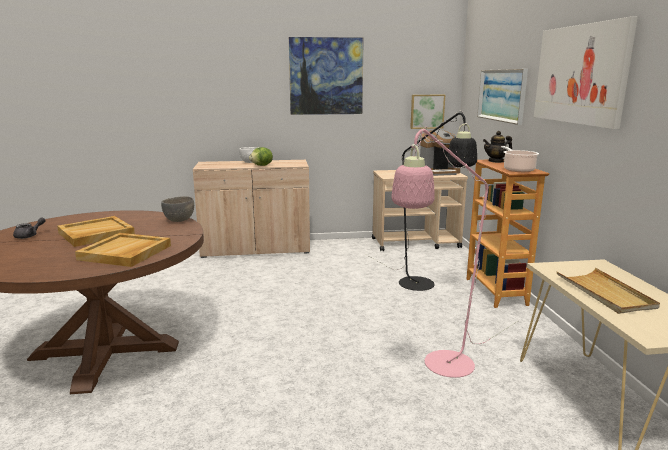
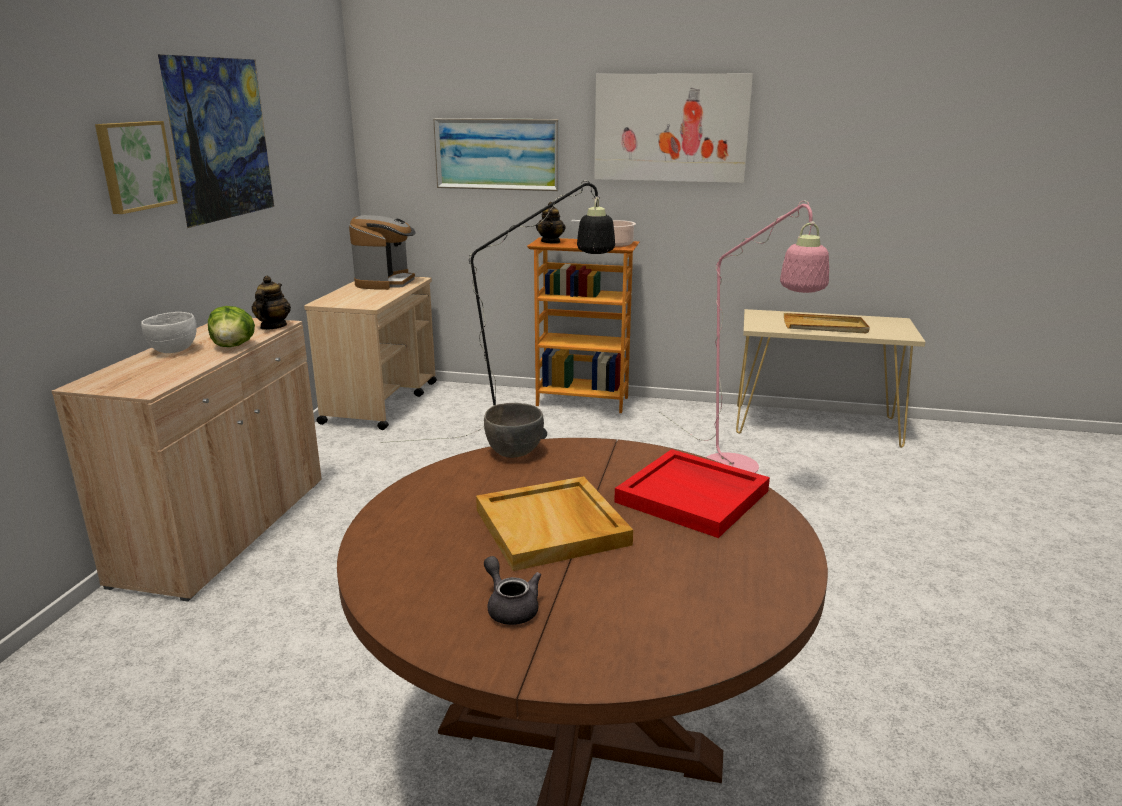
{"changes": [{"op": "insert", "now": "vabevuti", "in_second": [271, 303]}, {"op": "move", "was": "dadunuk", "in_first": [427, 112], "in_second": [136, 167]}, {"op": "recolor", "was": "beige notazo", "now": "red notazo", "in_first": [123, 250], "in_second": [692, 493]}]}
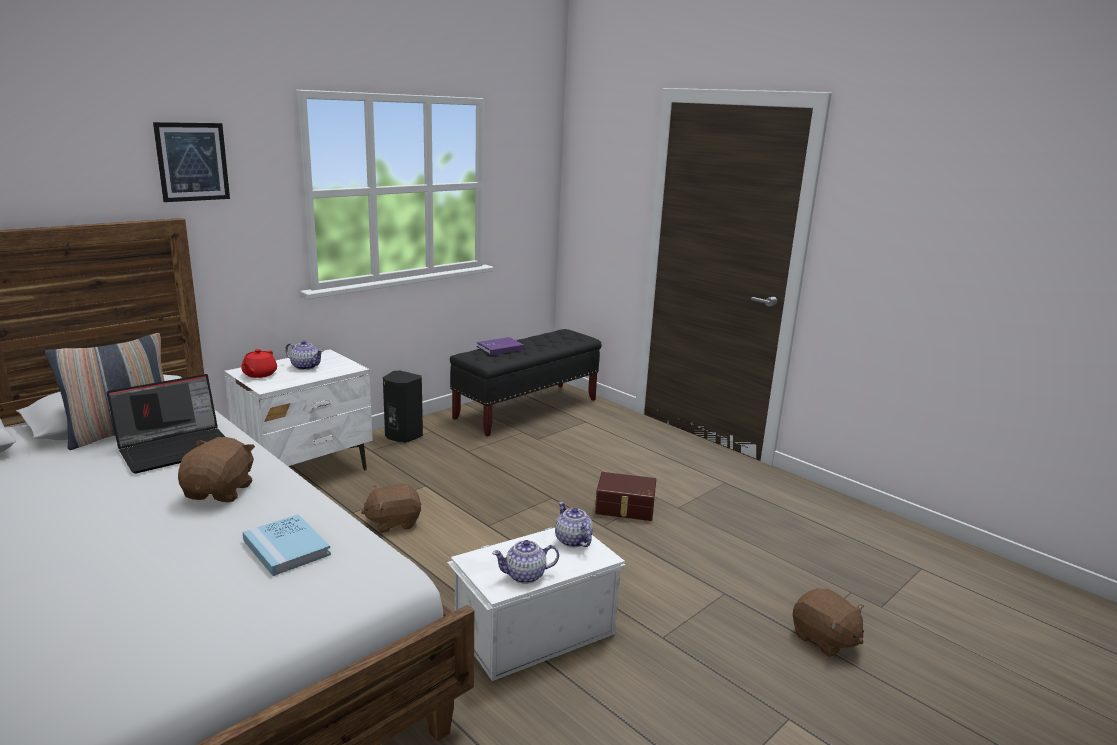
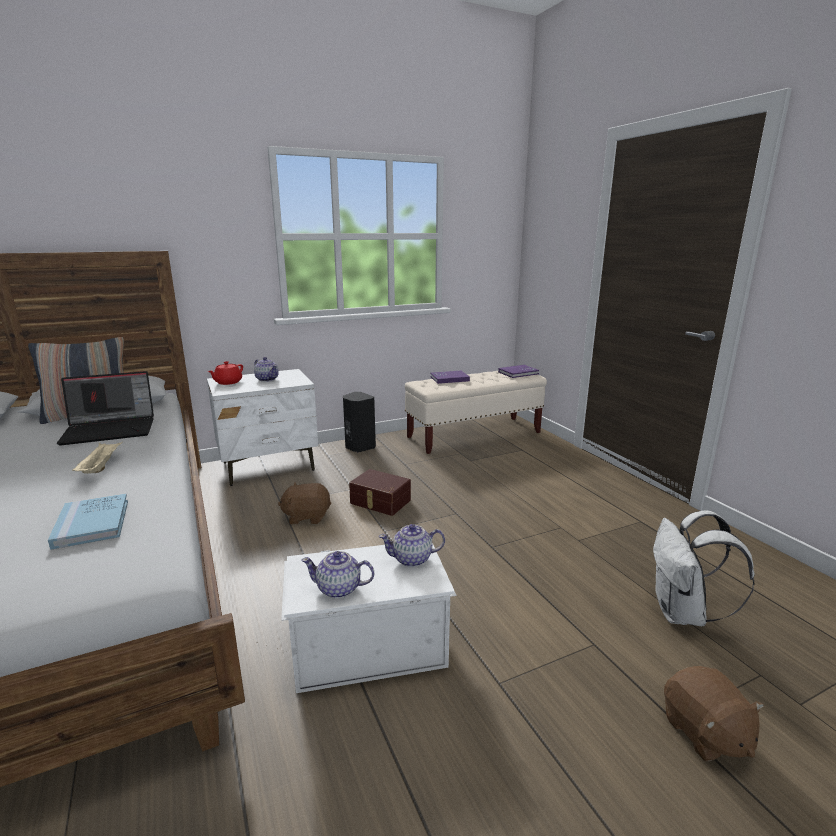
{"changes": [{"op": "delete", "was": "dadunuk", "in_first": [191, 162]}, {"op": "insert", "now": "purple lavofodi", "in_second": [518, 371]}, {"op": "insert", "now": "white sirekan", "in_second": [704, 568]}, {"op": "move", "was": "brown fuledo", "in_first": [625, 496], "in_second": [380, 492]}, {"op": "replace", "was": "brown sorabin", "now": "beige notazo", "in_first": [216, 469], "in_second": [97, 458]}, {"op": "recolor", "was": "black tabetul", "now": "beige tabetul", "in_first": [526, 383], "in_second": [476, 412]}, {"op": "rotate", "was": "vabevuti", "in_first": [574, 524], "in_second": [411, 545], "clockwise": -90}]}
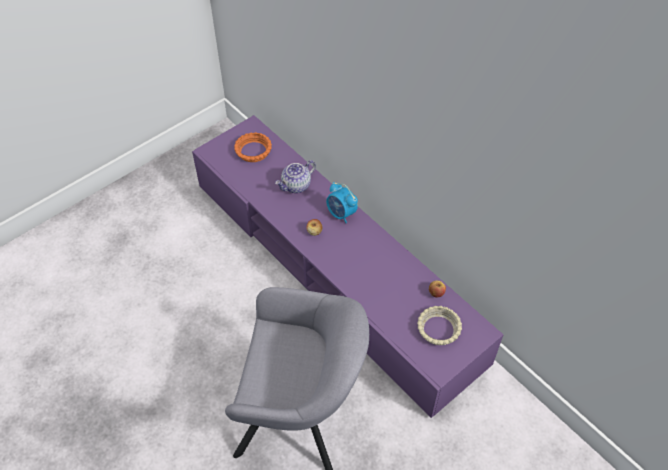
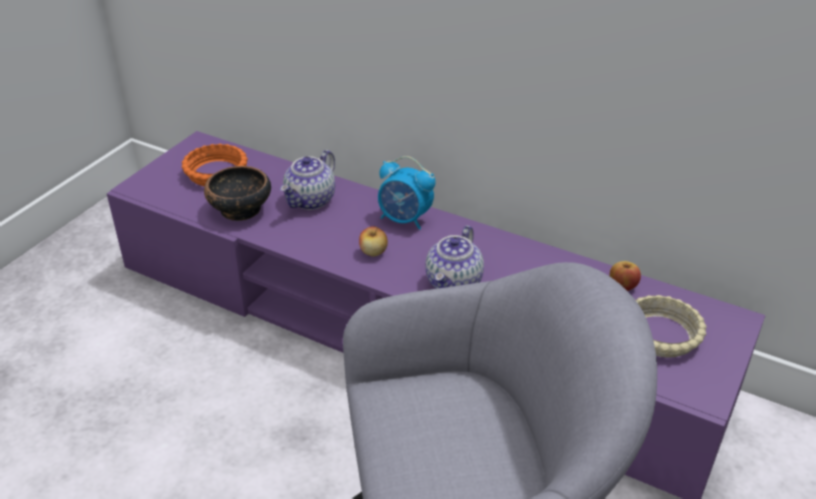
{"changes": [{"op": "insert", "now": "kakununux", "in_second": [237, 193]}, {"op": "insert", "now": "vabevuti", "in_second": [454, 257]}]}
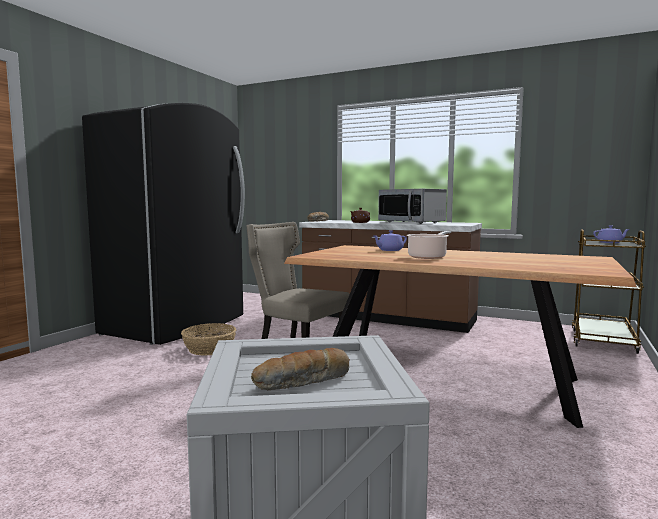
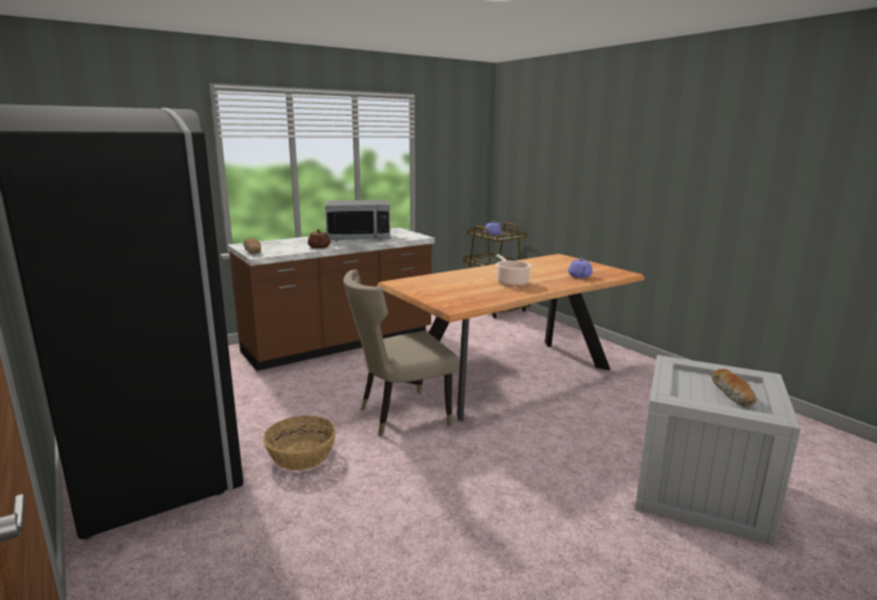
{"changes": [{"op": "move", "was": "purple vabevuti", "in_first": [389, 240], "in_second": [580, 268]}]}
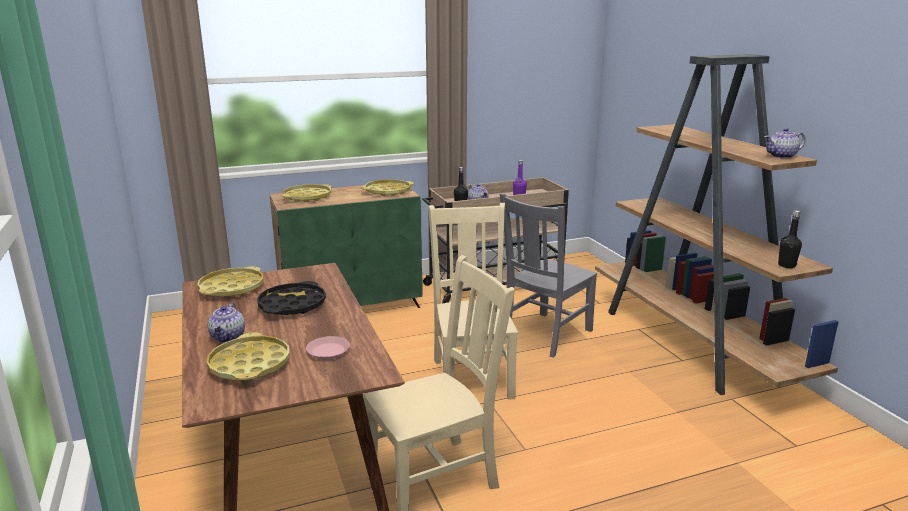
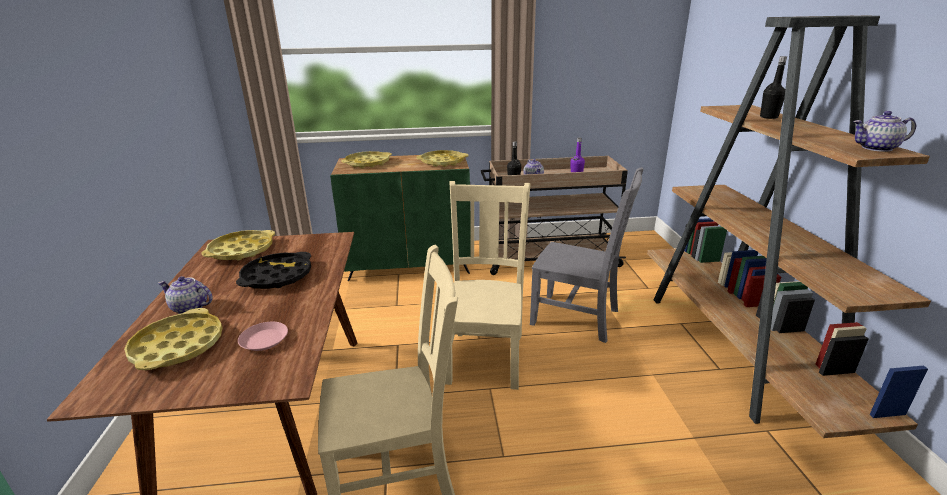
{"changes": [{"op": "move", "was": "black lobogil", "in_first": [790, 239], "in_second": [773, 87]}, {"op": "rotate", "was": "vabevuti", "in_first": [226, 322], "in_second": [185, 295], "clockwise": 90}, {"op": "rotate", "was": "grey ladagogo", "in_first": [548, 275], "in_second": [587, 255], "clockwise": -120}]}
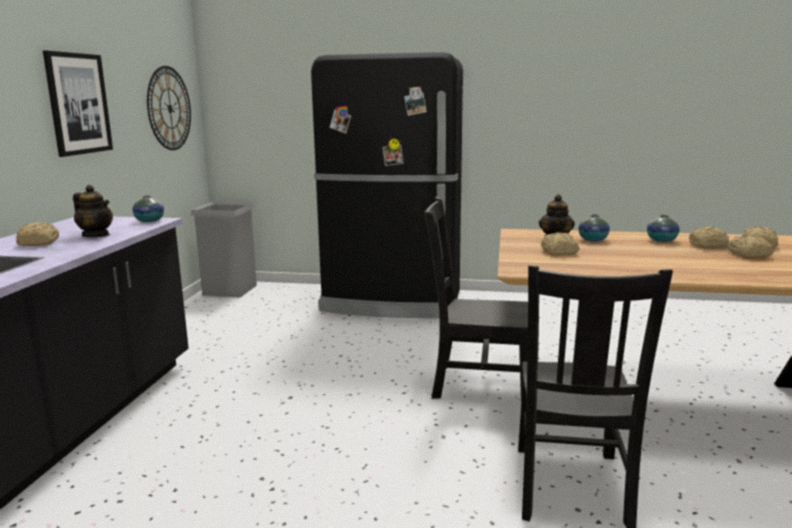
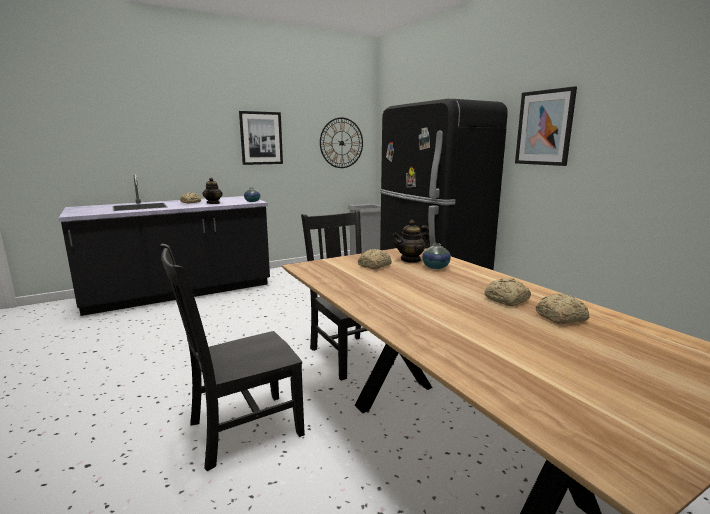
{"changes": [{"op": "delete", "was": "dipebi", "in_first": [663, 228]}, {"op": "delete", "was": "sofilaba", "in_first": [750, 246]}, {"op": "insert", "now": "dadunuk", "in_second": [546, 126]}]}
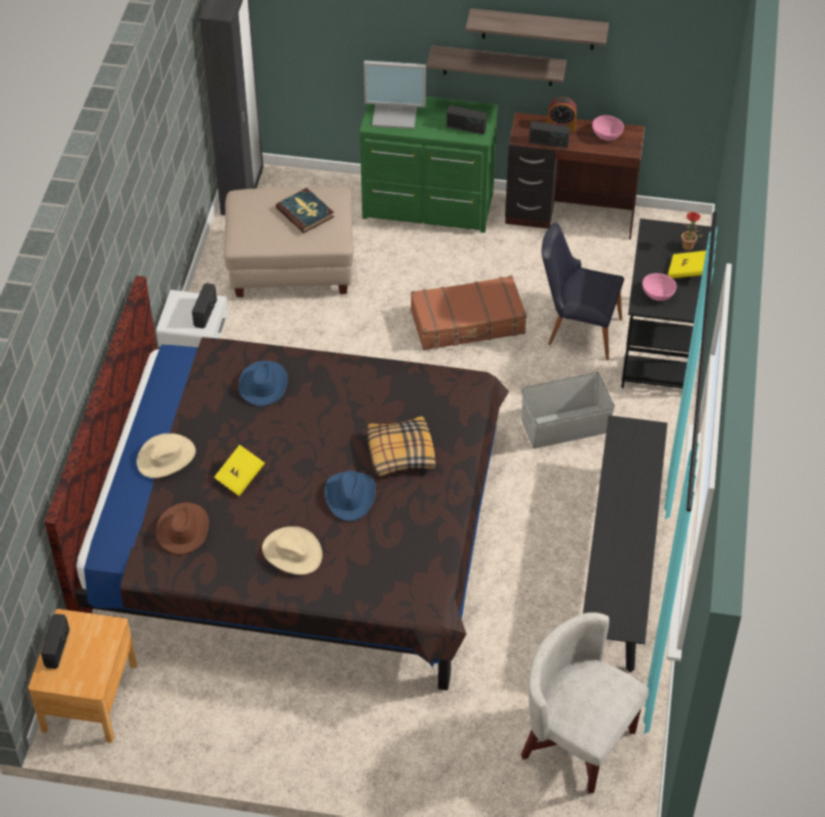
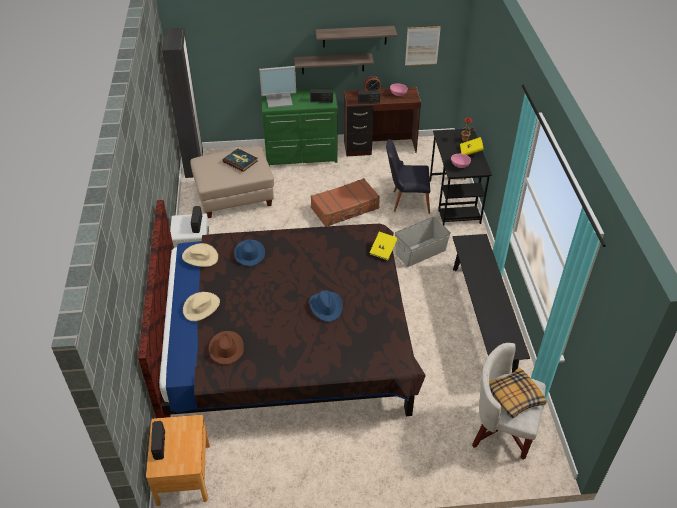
{"changes": [{"op": "insert", "now": "dadunuk", "in_second": [423, 46]}, {"op": "move", "was": "yellow lavofodi", "in_first": [239, 470], "in_second": [384, 246]}, {"op": "move", "was": "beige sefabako", "in_first": [292, 550], "in_second": [200, 255]}, {"op": "move", "was": "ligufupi", "in_first": [401, 446], "in_second": [518, 393]}]}
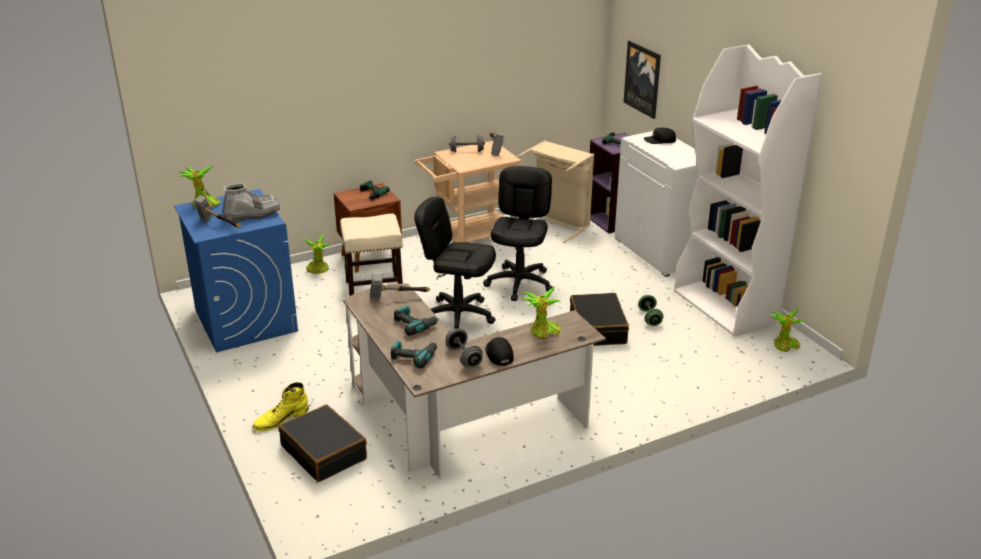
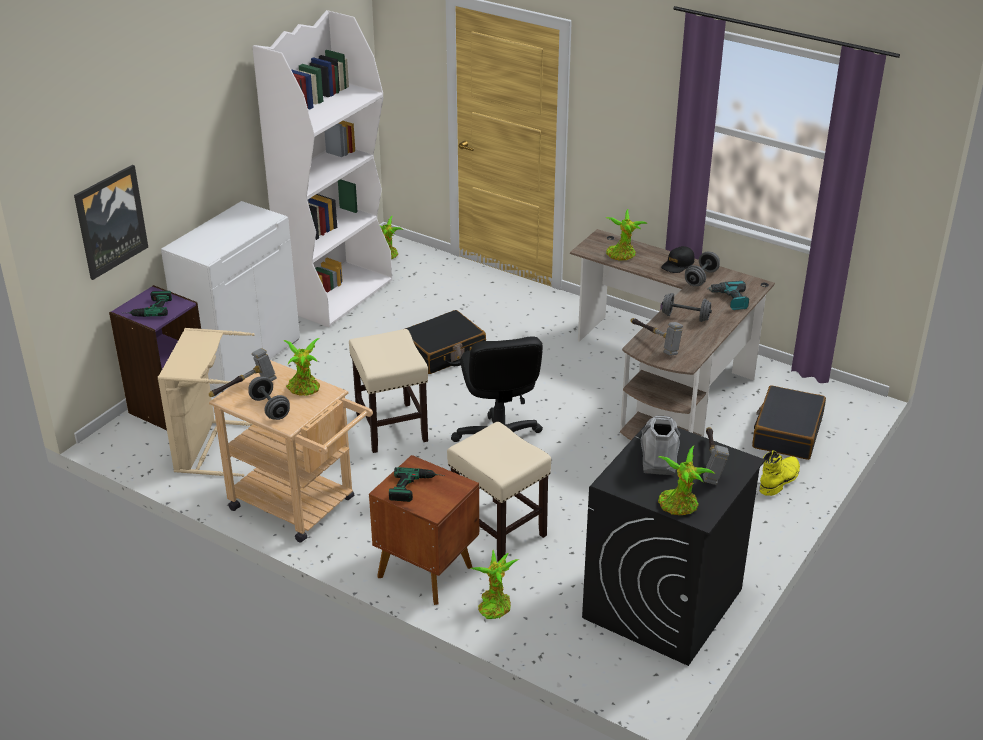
{"changes": [{"op": "delete", "was": "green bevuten", "in_first": [650, 310]}, {"op": "delete", "was": "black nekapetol", "in_first": [660, 136]}, {"op": "insert", "now": "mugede", "in_second": [301, 367]}, {"op": "replace", "was": "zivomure", "now": "grey bevuten", "in_first": [417, 321], "in_second": [687, 307]}, {"op": "replace", "was": "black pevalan", "now": "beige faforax", "in_first": [518, 233], "in_second": [388, 391]}, {"op": "recolor", "was": "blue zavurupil", "now": "black zavurupil", "in_first": [236, 271], "in_second": [673, 546]}, {"op": "rotate", "was": "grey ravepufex", "in_first": [251, 202], "in_second": [660, 445], "clockwise": 60}, {"op": "rotate", "was": "yellow ravepufex", "in_first": [280, 406], "in_second": [779, 473], "clockwise": -75}]}
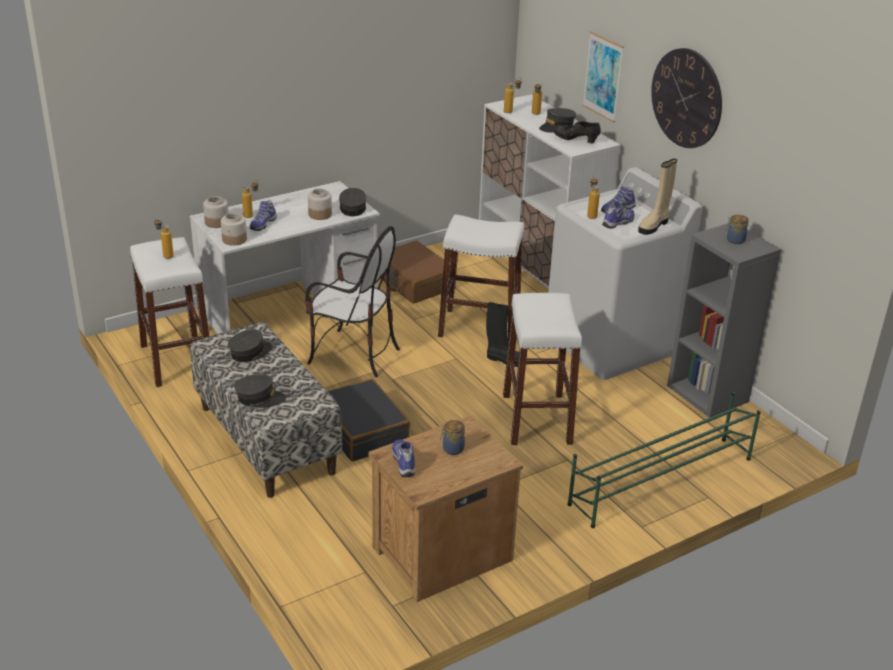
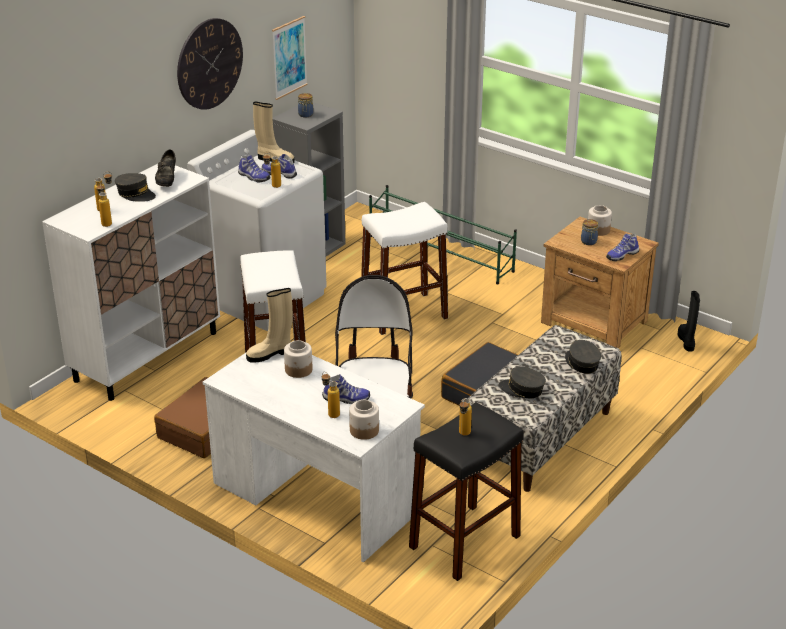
{"changes": [{"op": "move", "was": "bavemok", "in_first": [234, 229], "in_second": [600, 220]}, {"op": "move", "was": "black ravepufex", "in_first": [502, 334], "in_second": [689, 321]}, {"op": "move", "was": "dadunuk", "in_first": [603, 77], "in_second": [290, 58]}, {"op": "replace", "was": "grey nekapetol", "now": "beige ravepufex", "in_first": [352, 202], "in_second": [269, 325]}, {"op": "recolor", "was": "white faforax", "now": "black faforax", "in_first": [169, 312], "in_second": [466, 491]}]}
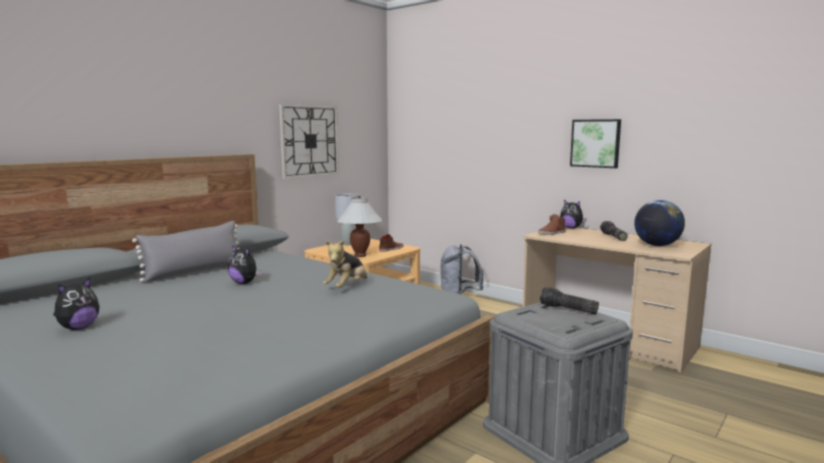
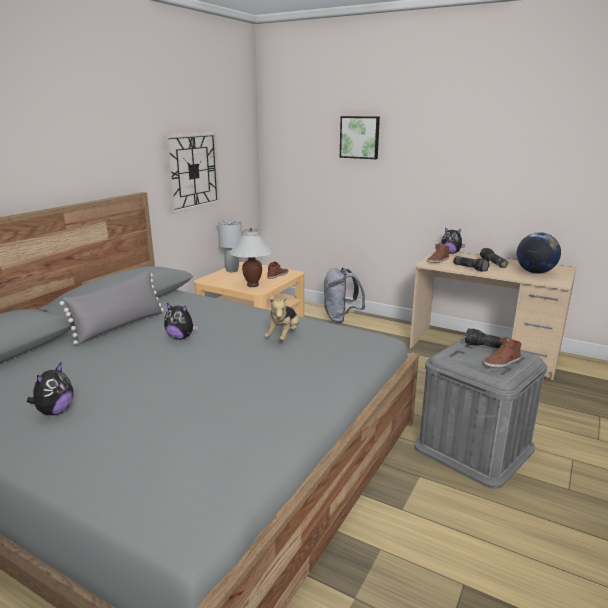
{"changes": [{"op": "insert", "now": "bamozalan", "in_second": [471, 264]}, {"op": "insert", "now": "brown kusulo", "in_second": [502, 352]}, {"op": "move", "was": "dadunuk", "in_first": [595, 143], "in_second": [360, 137]}]}
